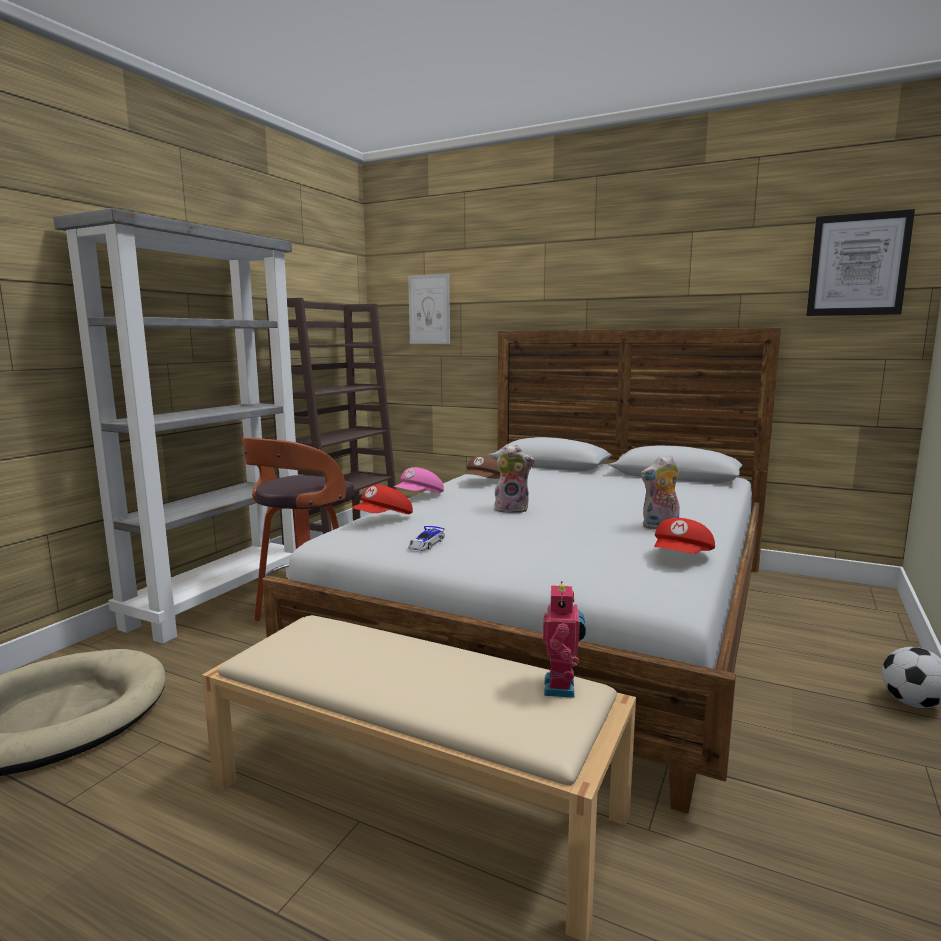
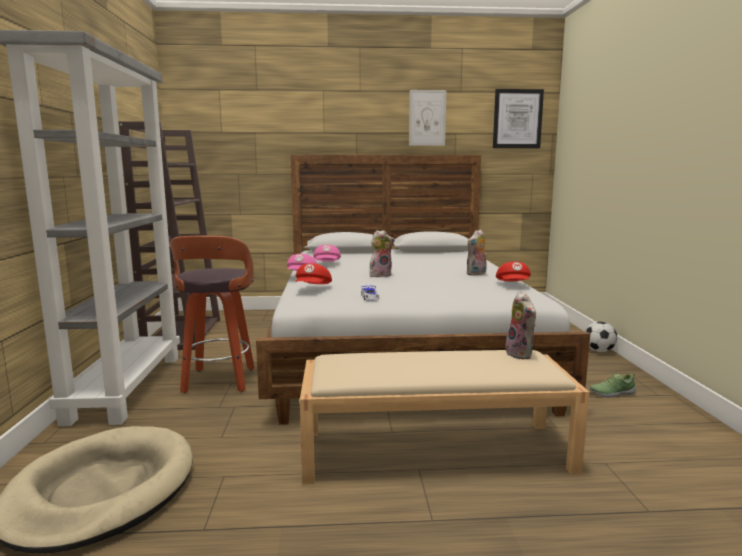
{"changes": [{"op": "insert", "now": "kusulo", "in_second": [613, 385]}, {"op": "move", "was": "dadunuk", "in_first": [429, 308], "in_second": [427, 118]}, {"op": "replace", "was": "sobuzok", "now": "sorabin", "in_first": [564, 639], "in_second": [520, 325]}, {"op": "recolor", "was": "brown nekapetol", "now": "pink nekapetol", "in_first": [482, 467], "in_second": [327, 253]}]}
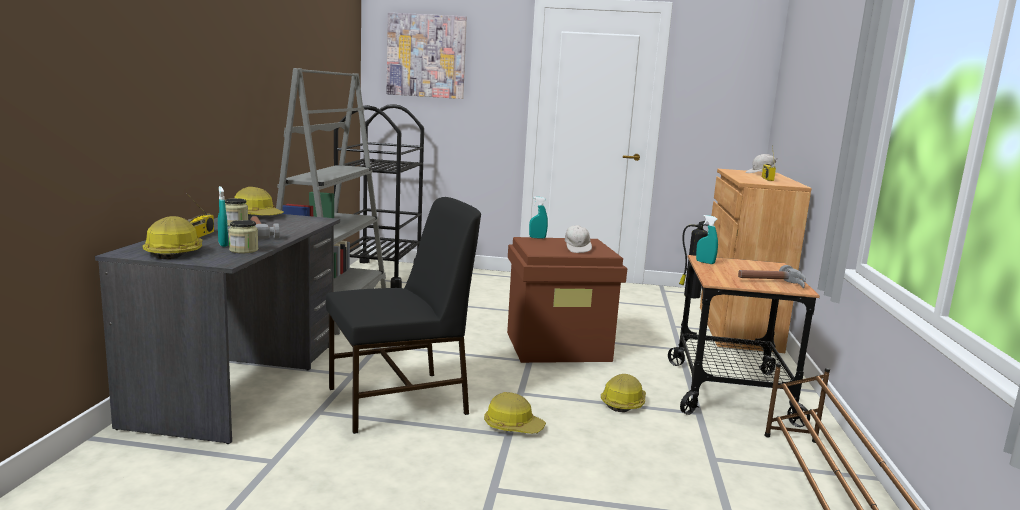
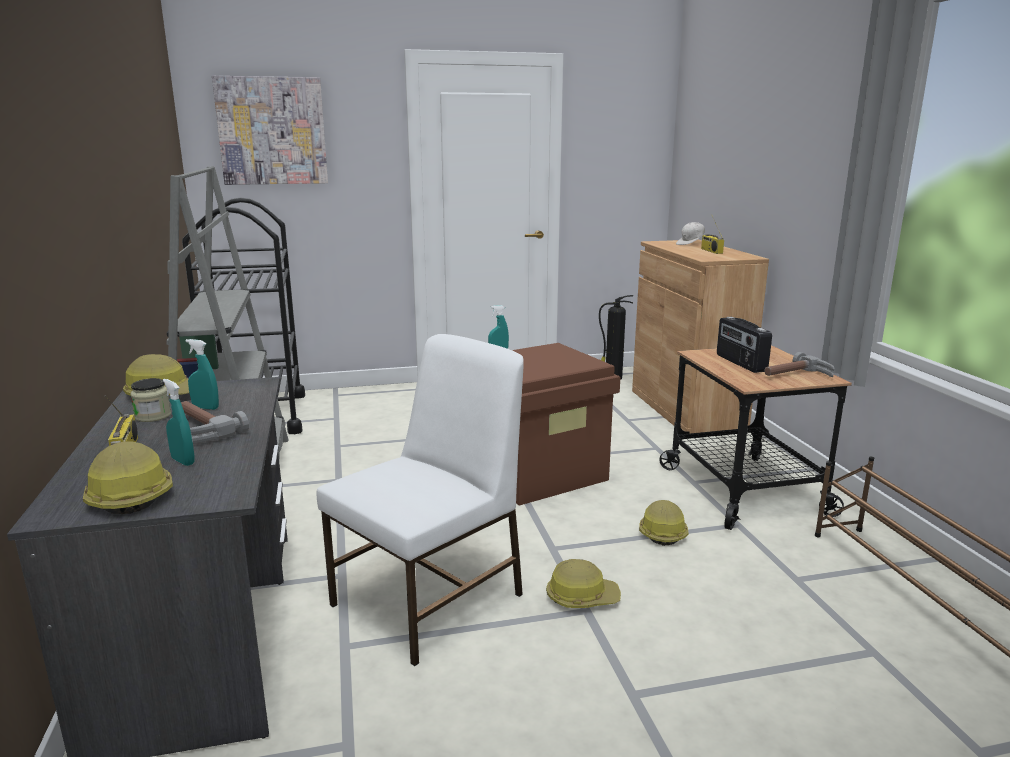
{"changes": [{"op": "delete", "was": "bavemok", "in_first": [243, 236]}, {"op": "delete", "was": "white nekapetol", "in_first": [578, 239]}, {"op": "insert", "now": "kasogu", "in_second": [744, 345]}, {"op": "move", "was": "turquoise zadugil", "in_first": [707, 239], "in_second": [202, 374]}, {"op": "recolor", "was": "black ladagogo", "now": "white ladagogo", "in_first": [403, 315], "in_second": [420, 500]}]}
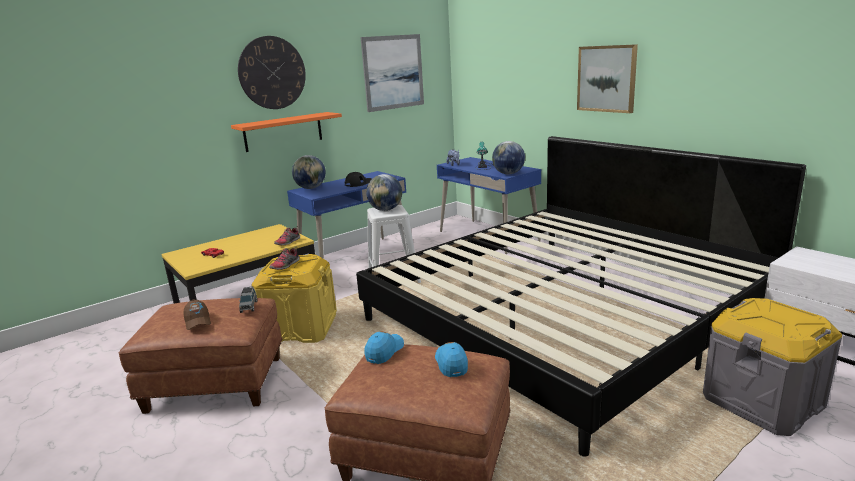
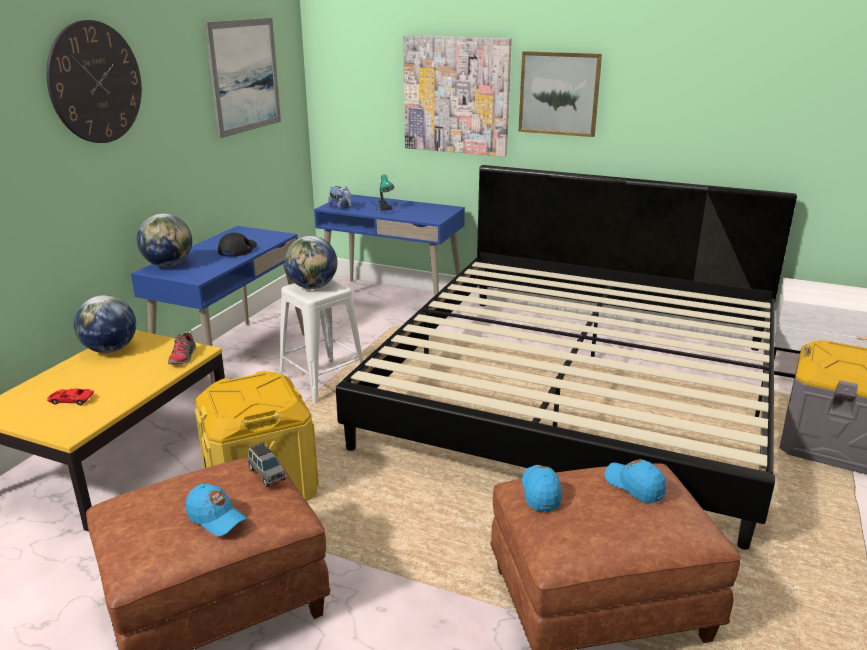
{"changes": [{"op": "delete", "was": "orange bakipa", "in_first": [286, 132]}, {"op": "delete", "was": "kusulo", "in_first": [284, 258]}, {"op": "insert", "now": "dadunuk", "in_second": [457, 96]}, {"op": "move", "was": "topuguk", "in_first": [508, 157], "in_second": [105, 324]}, {"op": "recolor", "was": "brown nekapetol", "now": "blue nekapetol", "in_first": [197, 314], "in_second": [216, 510]}]}
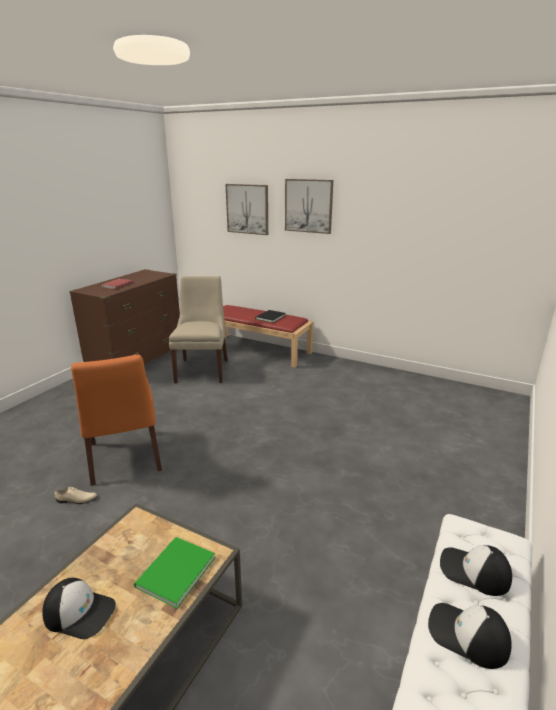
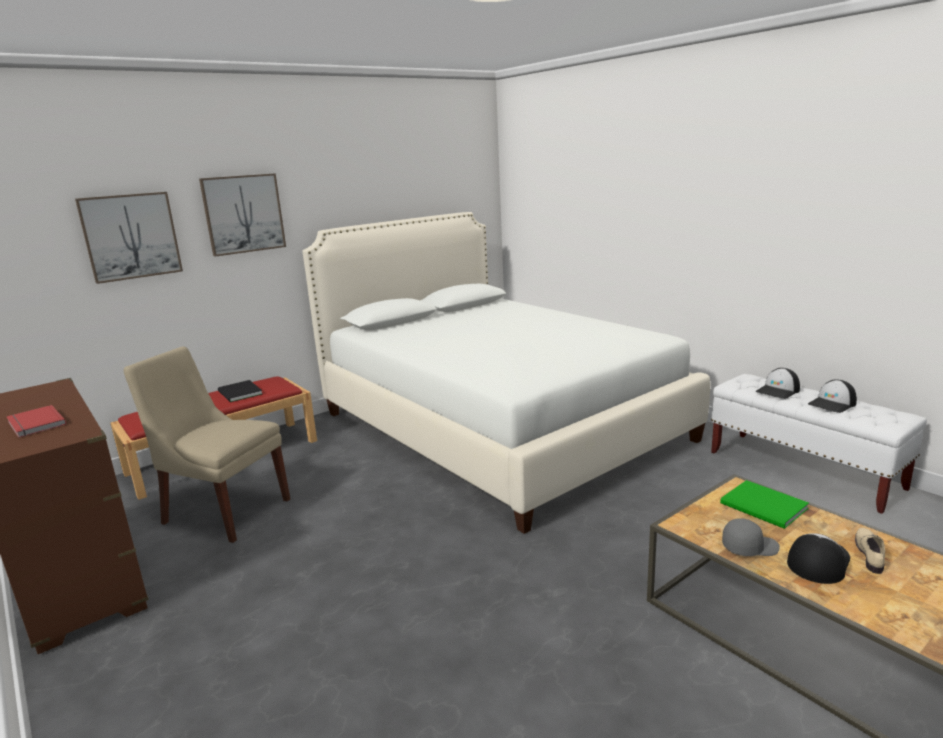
{"changes": [{"op": "delete", "was": "orange ladagogo", "in_first": [116, 420]}, {"op": "insert", "now": "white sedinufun", "in_second": [506, 373]}, {"op": "insert", "now": "grey nekapetol", "in_second": [751, 537]}, {"op": "move", "was": "beige kusulo", "in_first": [76, 495], "in_second": [870, 551]}]}
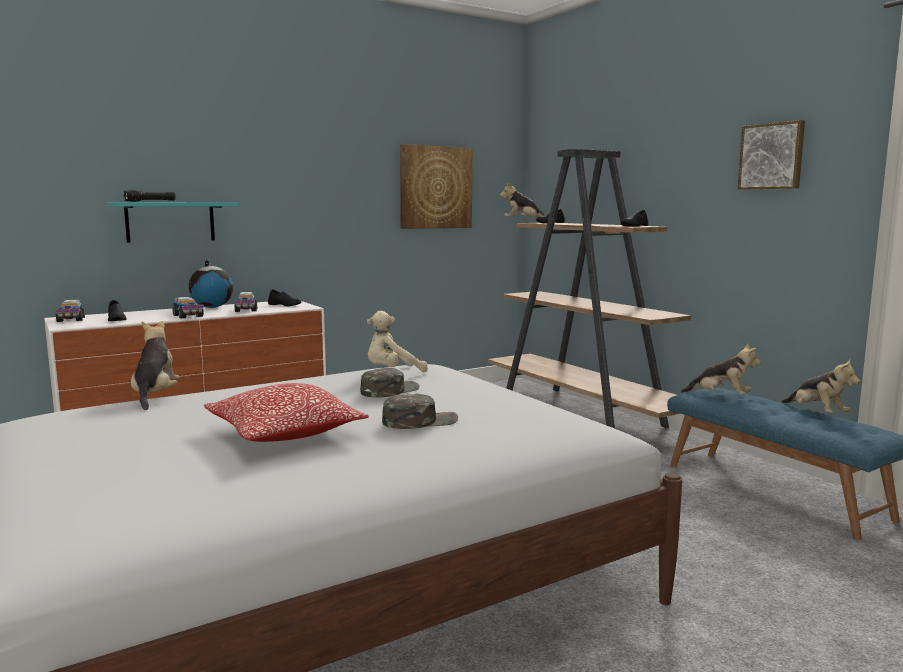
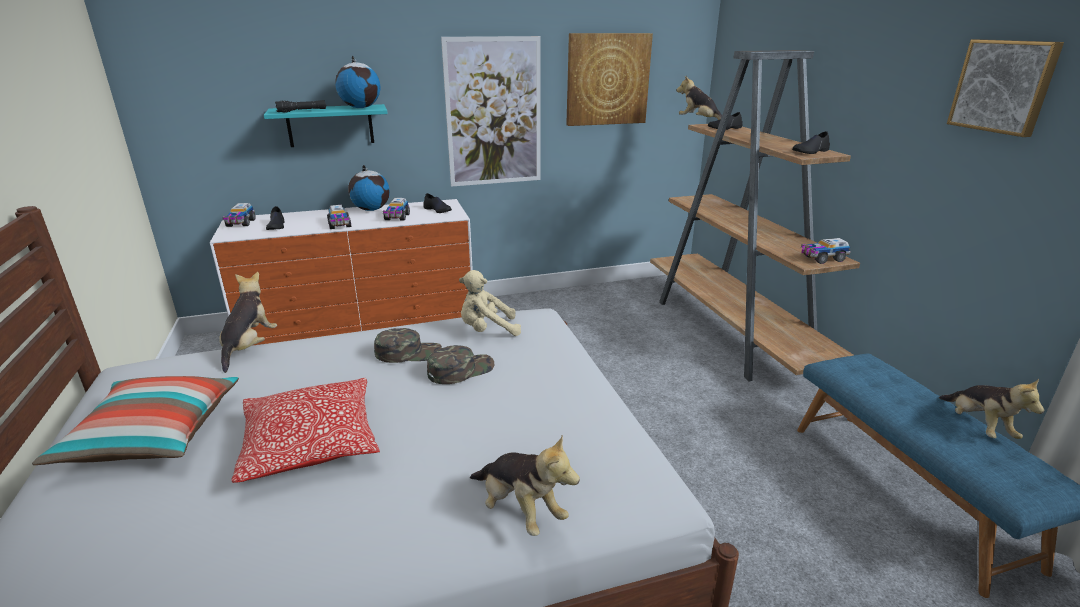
{"changes": [{"op": "insert", "now": "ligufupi", "in_second": [135, 420]}, {"op": "insert", "now": "topuguk", "in_second": [357, 82]}, {"op": "insert", "now": "dadunuk", "in_second": [491, 111]}, {"op": "insert", "now": "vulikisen", "in_second": [826, 251]}, {"op": "move", "was": "green nekapetol", "in_first": [420, 411], "in_second": [408, 345]}, {"op": "move", "was": "sorabin", "in_first": [721, 369], "in_second": [525, 485]}]}
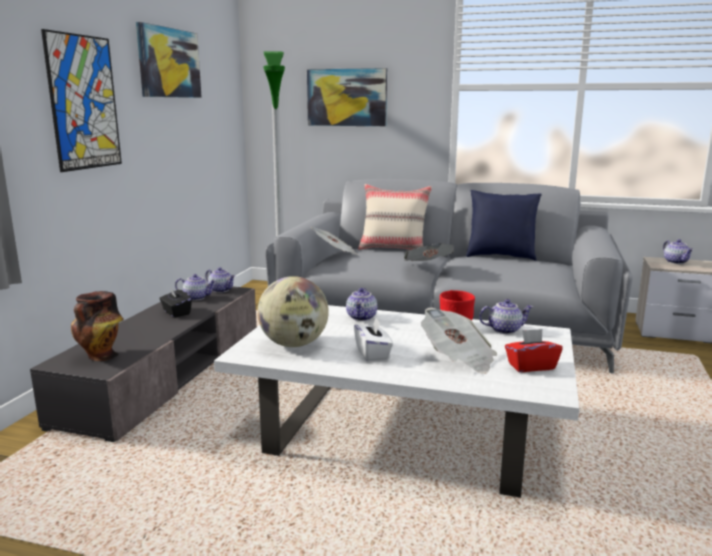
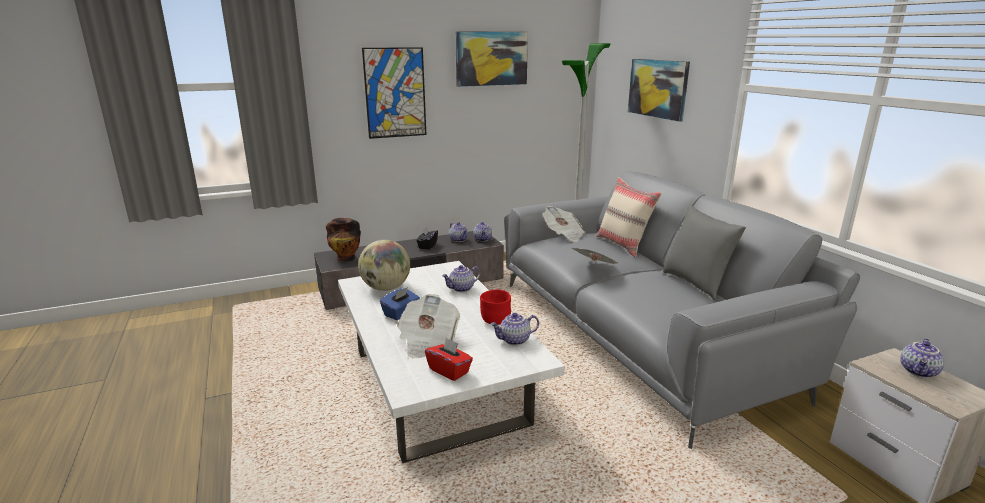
{"changes": [{"op": "recolor", "was": "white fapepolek", "now": "blue fapepolek", "in_first": [373, 339], "in_second": [400, 303]}, {"op": "recolor", "was": "blue ligufupi", "now": "grey ligufupi", "in_first": [504, 225], "in_second": [704, 252]}, {"op": "rotate", "was": "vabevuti", "in_first": [506, 316], "in_second": [514, 329], "clockwise": 120}]}
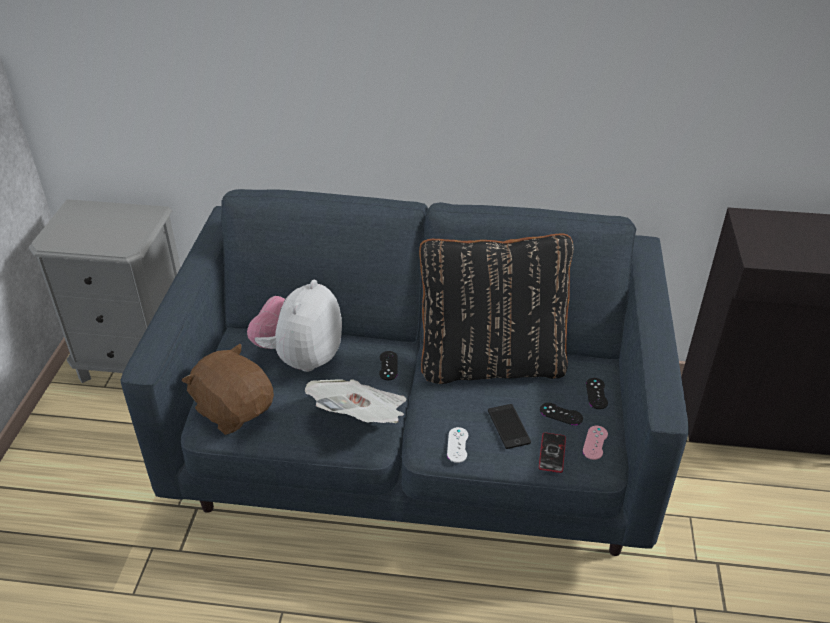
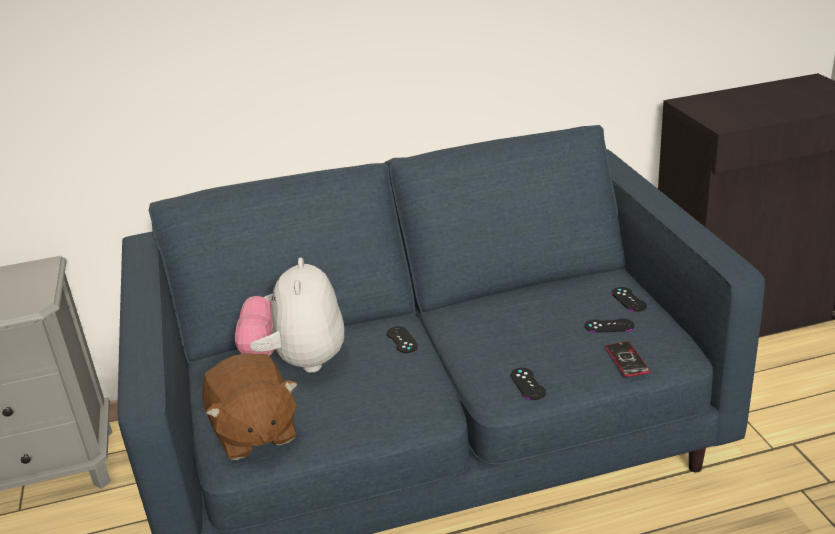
{"changes": [{"op": "delete", "was": "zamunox", "in_first": [356, 401]}, {"op": "delete", "was": "black ligufupi", "in_first": [496, 308]}, {"op": "delete", "was": "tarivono", "in_first": [509, 426]}, {"op": "delete", "was": "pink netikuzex", "in_first": [595, 443]}, {"op": "recolor", "was": "white netikuzex", "now": "black netikuzex", "in_first": [457, 445], "in_second": [528, 384]}, {"op": "rotate", "was": "brown sorabin", "in_first": [228, 389], "in_second": [250, 406], "clockwise": -135}]}
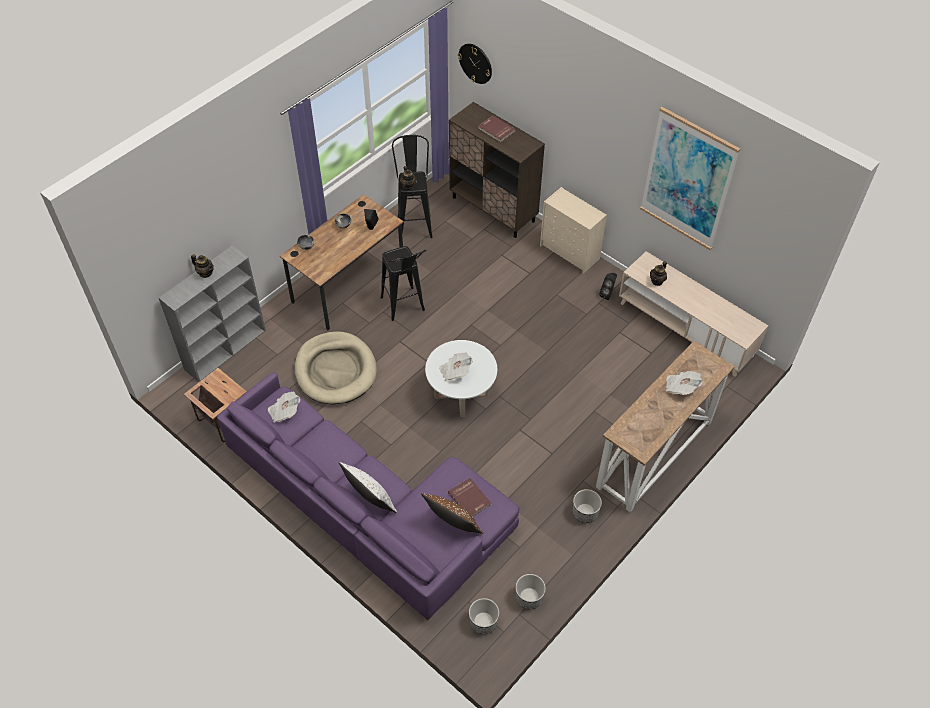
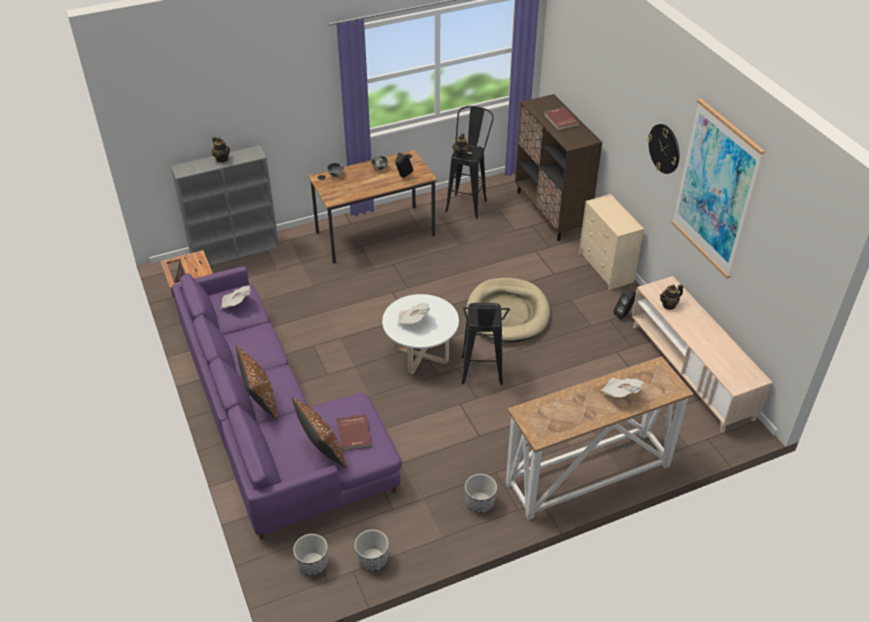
{"changes": [{"op": "move", "was": "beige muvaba", "in_first": [336, 367], "in_second": [508, 310]}, {"op": "move", "was": "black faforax", "in_first": [403, 283], "in_second": [486, 344]}, {"op": "move", "was": "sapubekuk", "in_first": [475, 63], "in_second": [663, 149]}, {"op": "recolor", "was": "white ligufupi", "now": "brown ligufupi", "in_first": [368, 487], "in_second": [257, 383]}]}
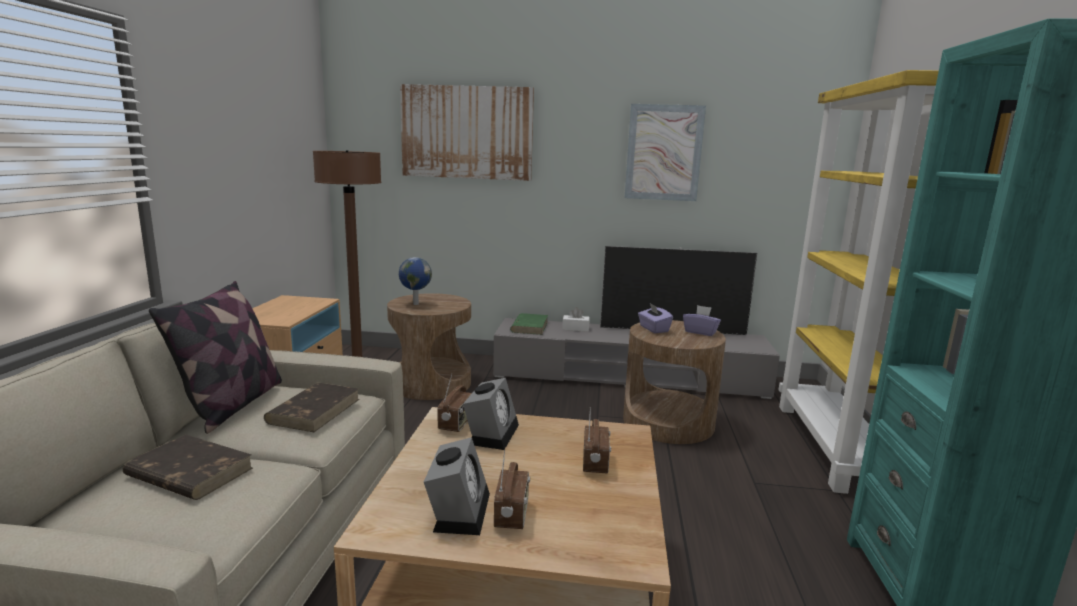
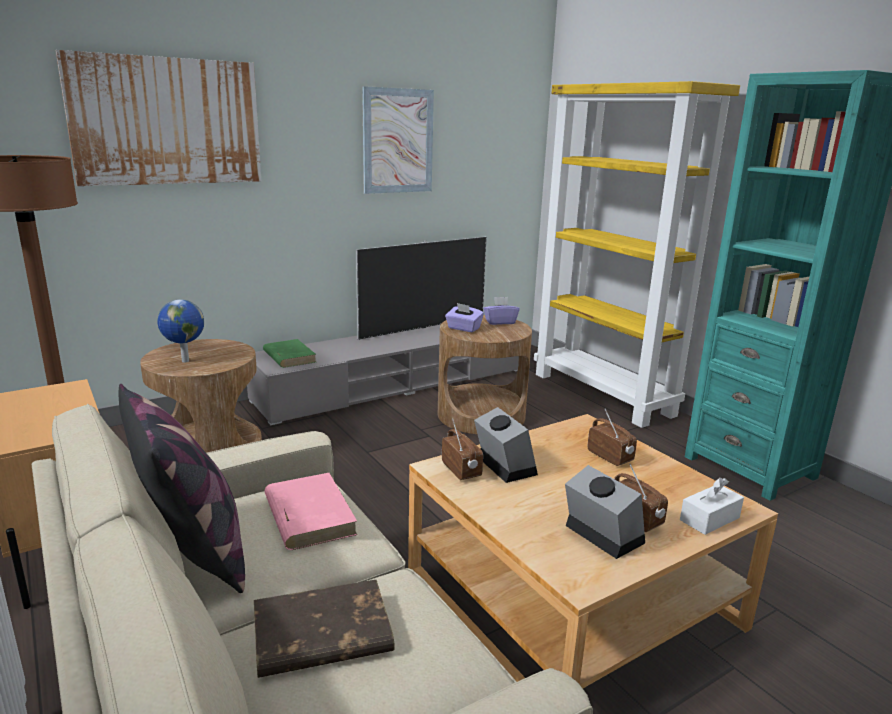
{"changes": [{"op": "move", "was": "white fapepolek", "in_first": [576, 319], "in_second": [712, 506]}, {"op": "recolor", "was": "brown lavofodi", "now": "pink lavofodi", "in_first": [312, 407], "in_second": [310, 511]}]}
